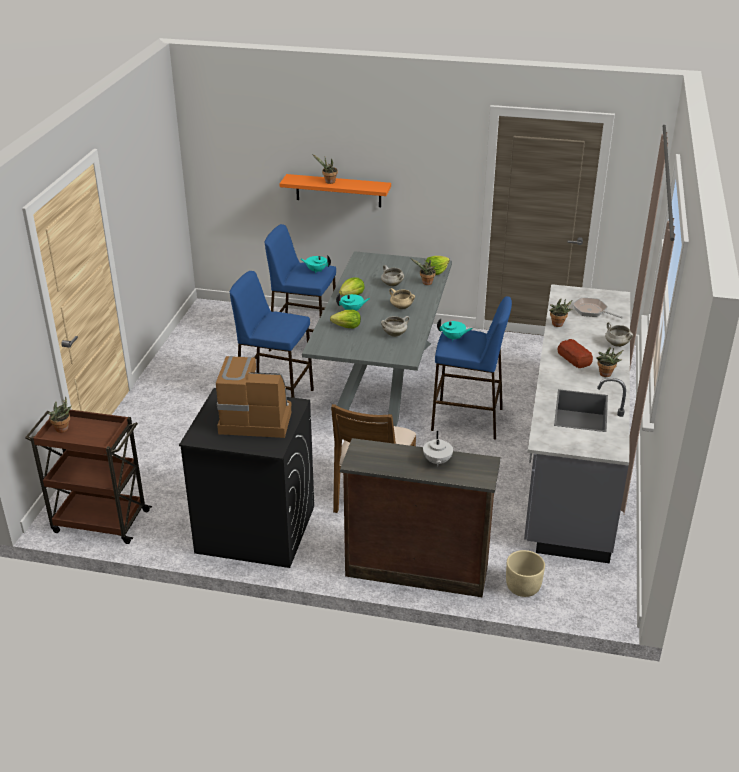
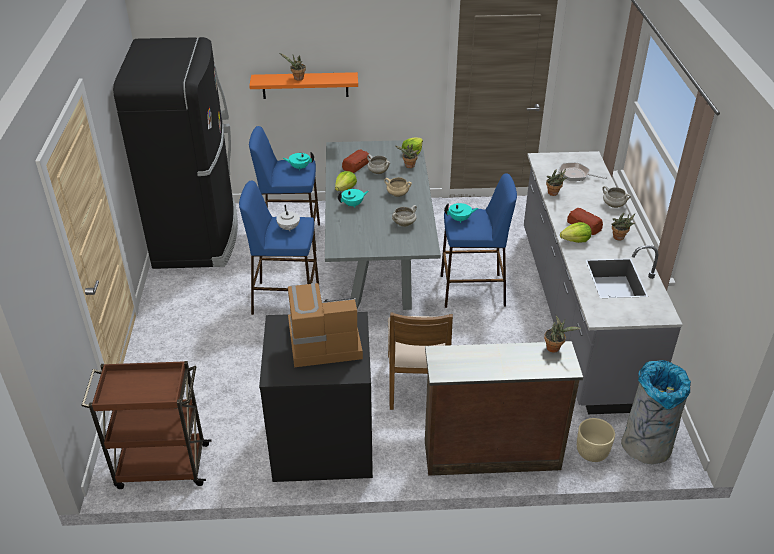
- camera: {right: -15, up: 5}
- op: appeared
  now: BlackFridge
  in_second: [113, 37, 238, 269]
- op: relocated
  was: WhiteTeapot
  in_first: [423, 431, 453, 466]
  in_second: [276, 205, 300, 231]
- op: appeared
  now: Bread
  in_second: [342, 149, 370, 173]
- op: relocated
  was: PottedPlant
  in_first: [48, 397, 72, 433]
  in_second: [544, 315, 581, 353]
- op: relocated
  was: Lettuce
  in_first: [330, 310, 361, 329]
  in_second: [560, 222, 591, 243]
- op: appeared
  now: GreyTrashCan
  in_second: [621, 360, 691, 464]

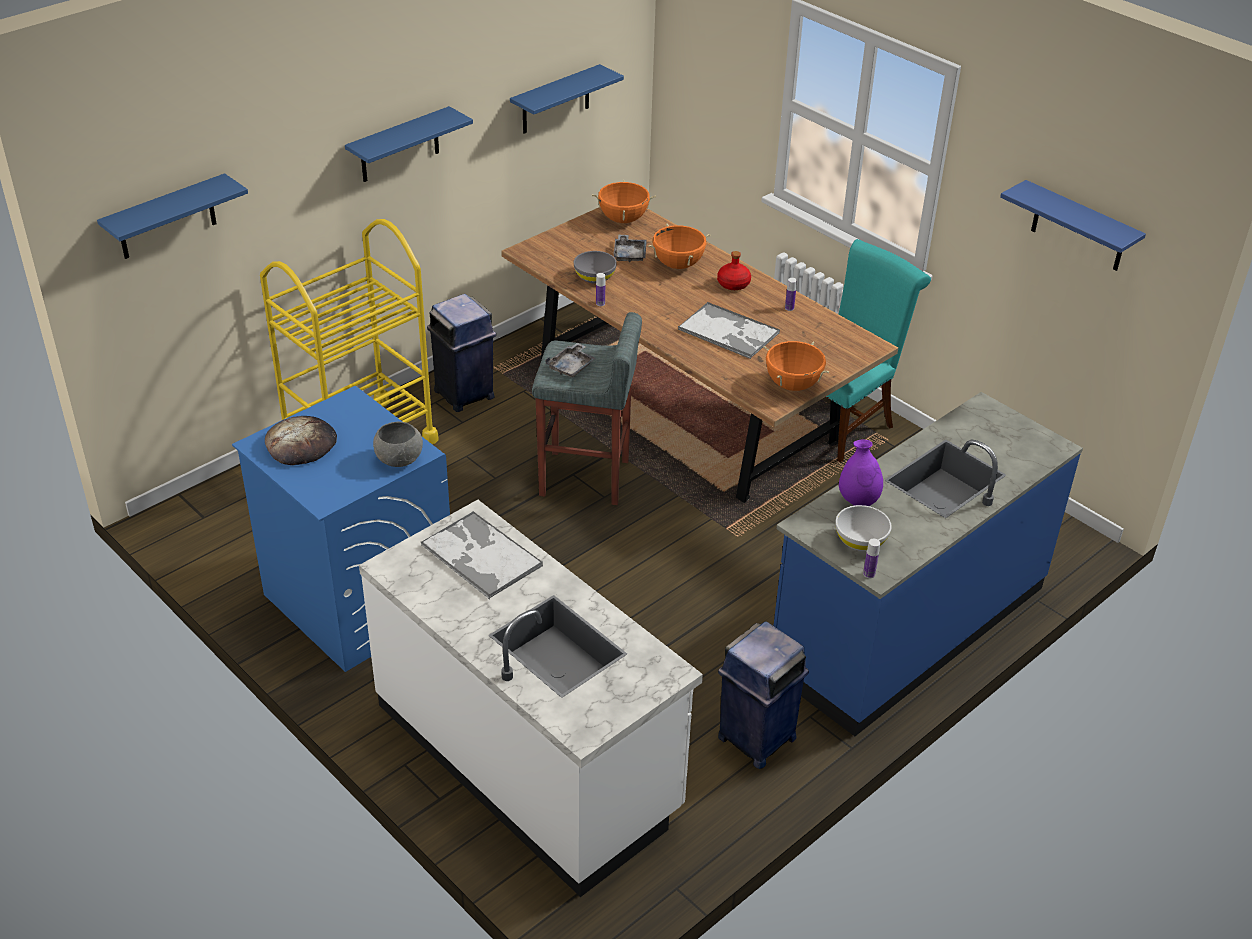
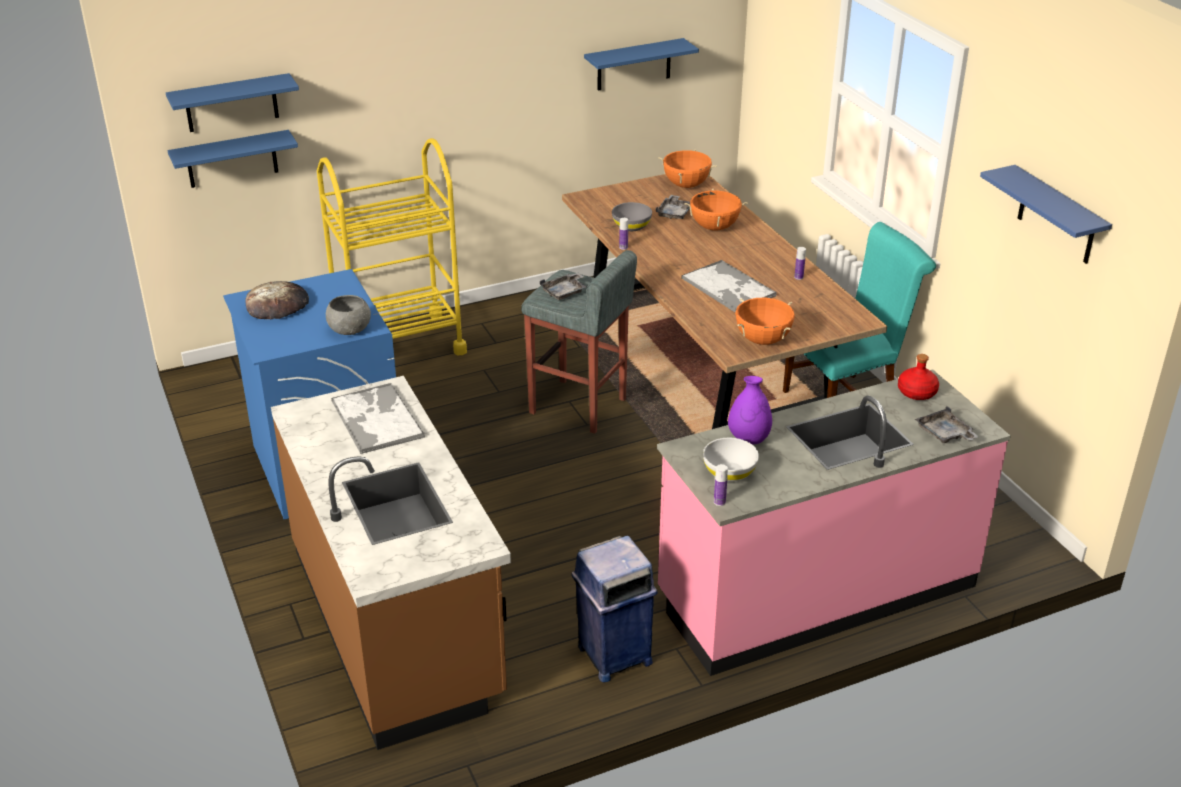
- camera: {right: 20, up: -5}
- op: relocated
  was: BlueShelf
  in_first: [345, 106, 473, 182]
  in_second: [168, 130, 298, 188]
- op: colour
  was: WhiteCounter
  now: BrownCounter
  in_first: [359, 500, 703, 897]
  in_second: [271, 376, 511, 750]
- op: colour
  was: BlueCounter
  now: PinkCounter
  in_first: [774, 392, 1083, 736]
  in_second: [657, 370, 1011, 676]
- op: relocated
  was: RedBottle
  in_first: [717, 251, 751, 290]
  in_second: [898, 354, 939, 400]
- op: appeared
  now: GreyTray
  in_second: [915, 406, 979, 443]
- op: missing
  was: BlueTrashCan
  in_first: [427, 294, 496, 412]

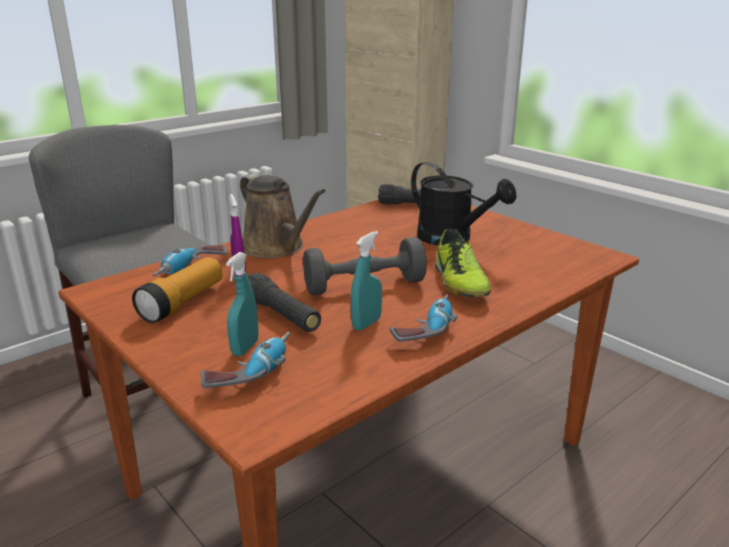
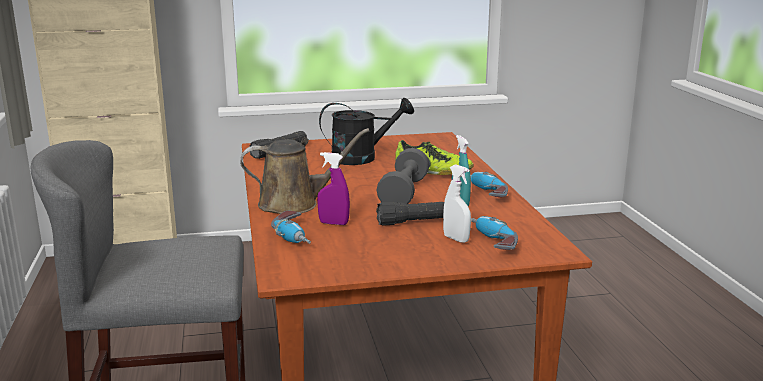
- camera: {right: -60, up: -5}
- op: colour
  was: TurquoiseSprayBottle
  now: WhiteSprayBottle
  in_first: [226, 252, 258, 356]
  in_second: [443, 164, 471, 243]
- op: missing
  was: Flashlight
  in_first: [132, 257, 222, 323]

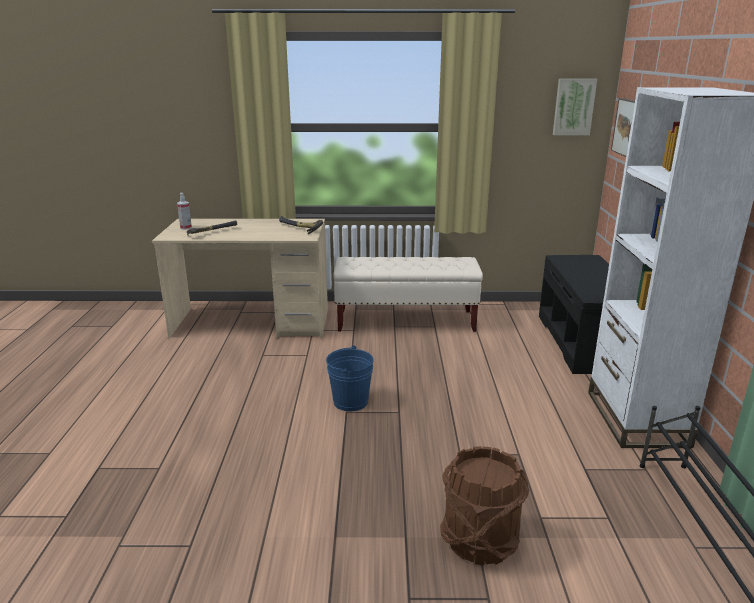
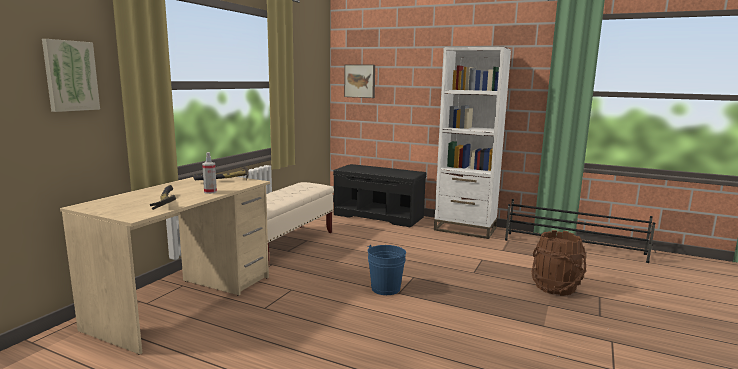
- camera: {right: -65, up: -10}
- op: relocated
  was: Picture
  in_first: [553, 79, 597, 135]
  in_second: [42, 39, 100, 112]
- op: relocated
  was: SprayBottle
  in_first: [177, 193, 192, 230]
  in_second: [202, 152, 217, 194]

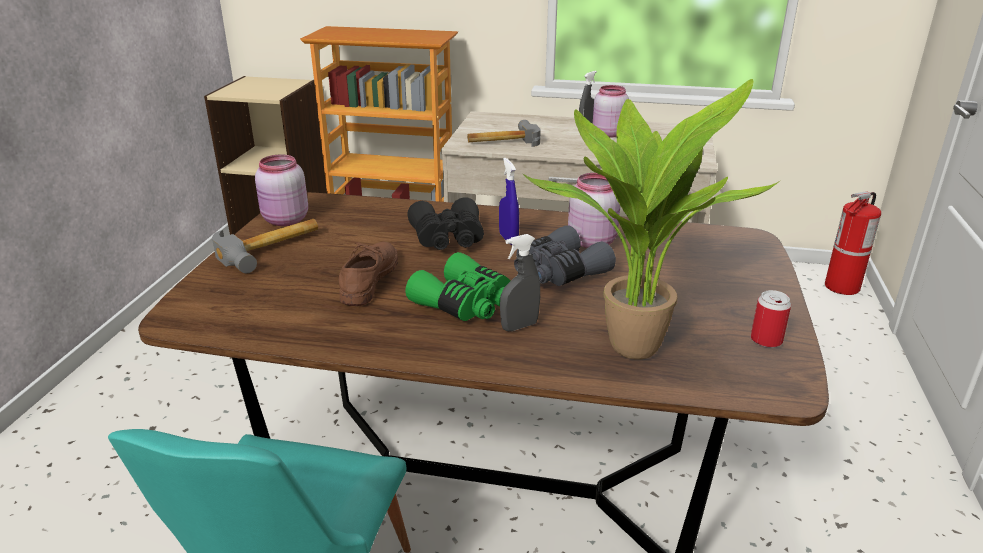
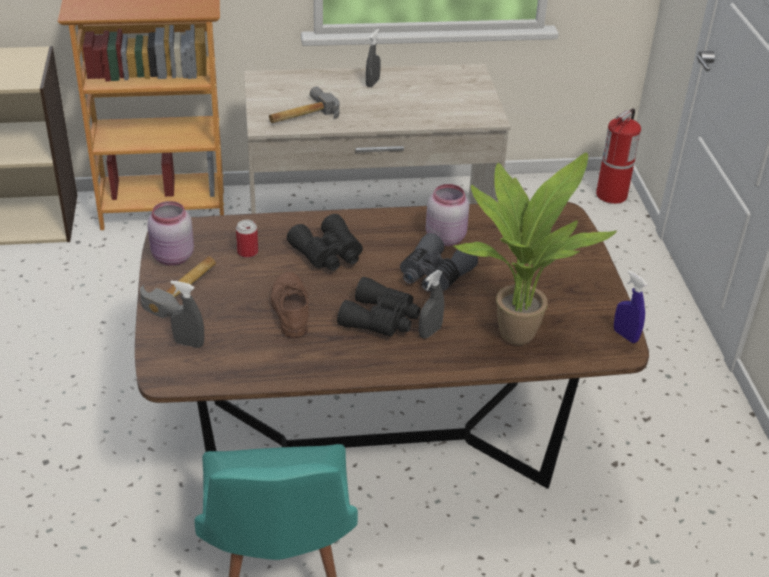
- camera: {right: -20, up: 10}
- op: appeared
  now: GreySprayBottle
  in_second: [170, 280, 204, 348]
- op: relocated
  was: Can
  in_first: [751, 290, 791, 348]
  in_second: [236, 220, 258, 258]
- op: colour
  was: GreenBinoculars
  now: BlackBinoculars
  in_first: [405, 252, 511, 321]
  in_second: [337, 277, 420, 337]
- op: relocated
  was: BlueSprayBottle
  in_first: [499, 158, 519, 245]
  in_second: [614, 270, 647, 343]
- op: missing
  was: PinkJar
  in_first: [593, 85, 629, 138]

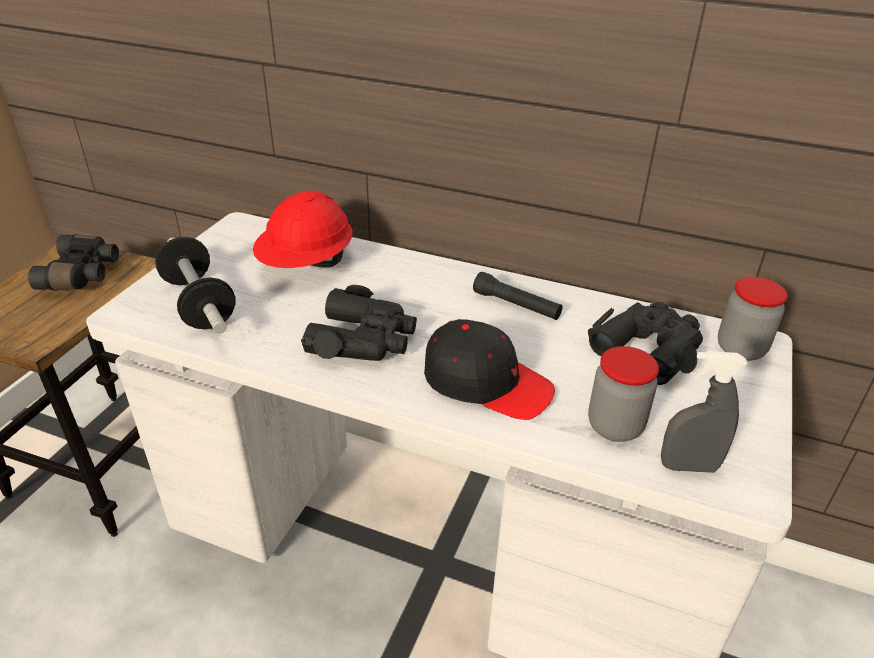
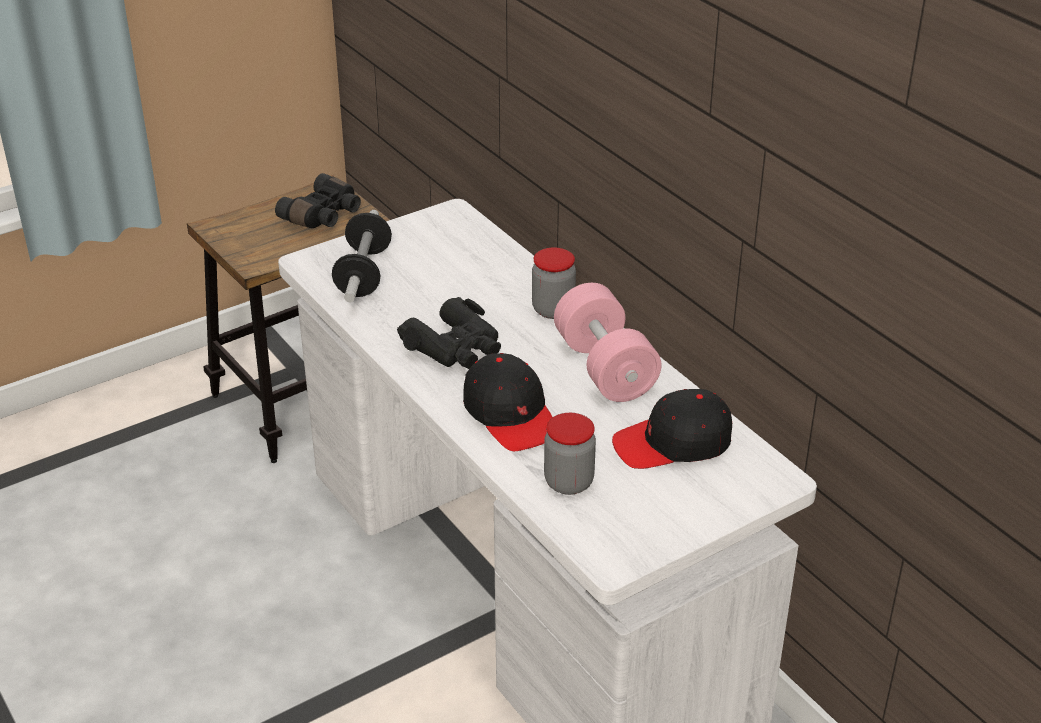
- camera: {right: 35, up: 0}
- op: relocated
  was: Jar
  in_first: [718, 277, 788, 361]
  in_second: [532, 248, 576, 319]
- op: exchanged
  was: BlackFlashlight
  now: PinkDumbbell
  in_first: [473, 272, 563, 320]
  in_second: [554, 283, 661, 402]
- op: exchanged
  was: BlackBinoculars
  now: BlackCap
  in_first: [588, 302, 703, 385]
  in_second: [612, 389, 732, 469]
- op: missing
  was: RedHardHat
  in_first: [253, 191, 353, 268]
- op: missing
  was: GreySprayBottle
  in_first: [661, 351, 748, 473]

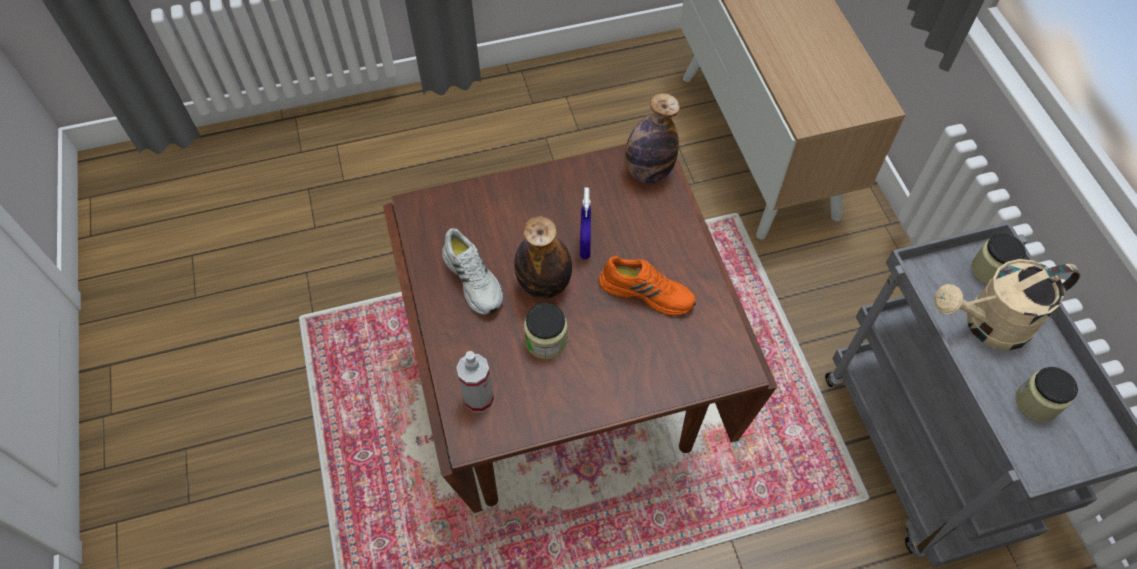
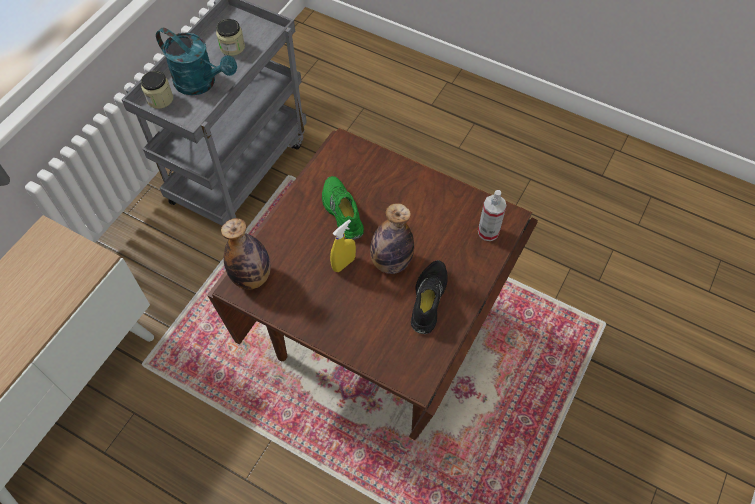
- camera: {right: -135, up: 0}
- op: colour
  was: BeigeWateringCan
  now: TurquoiseWateringCan
  in_first: [934, 259, 1081, 350]
  in_second: [156, 28, 237, 96]
- op: colour
  was: OrangeShoe
  now: GreenShoe
  in_first: [599, 256, 696, 316]
  in_second: [322, 176, 364, 240]
- op: colour
  was: BlueSprayBottle
  now: YellowSprayBottle
  in_first: [580, 188, 591, 259]
  in_second: [330, 219, 356, 272]
- op: colour
  was: WhiteShoe
  now: BlackShoe
  in_first: [442, 228, 503, 315]
  in_second: [411, 260, 448, 334]
- op: missing
  was: Jar
  in_first: [524, 303, 568, 359]

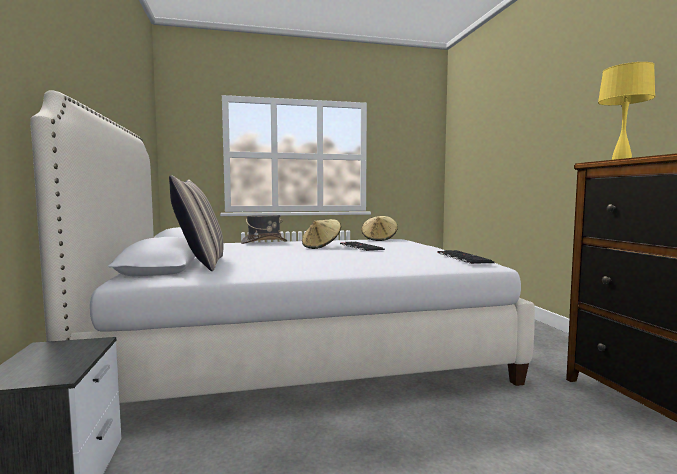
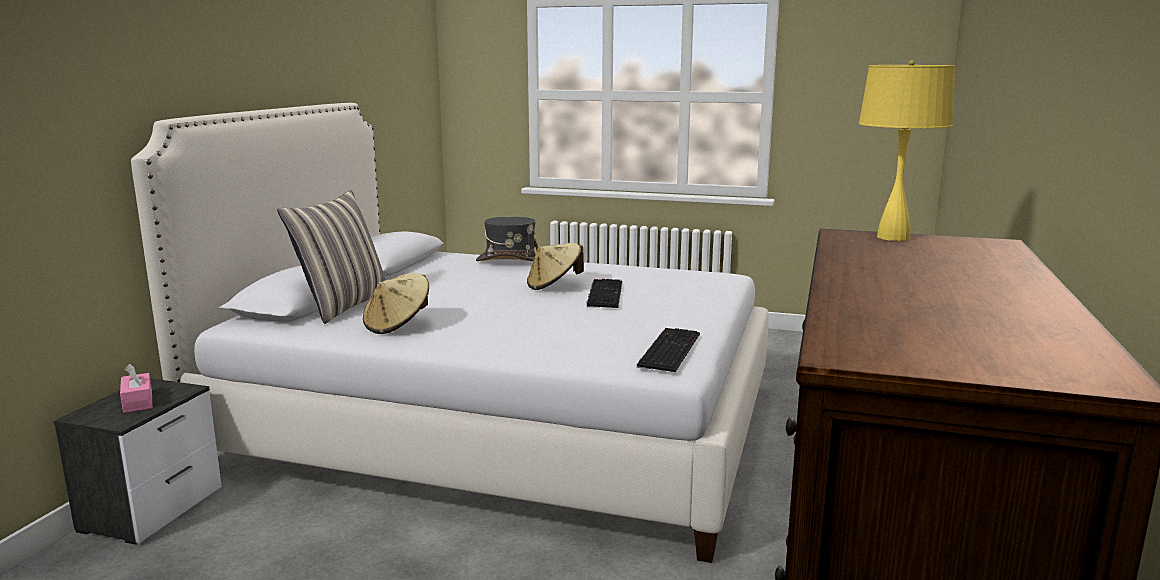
- camera: {right: 30, up: 10}
- op: appeared
  now: PinkTissueBox
  in_second: [120, 364, 152, 413]
- op: relocated
  was: BeigeHat
  in_first: [361, 216, 398, 241]
  in_second: [363, 273, 429, 334]

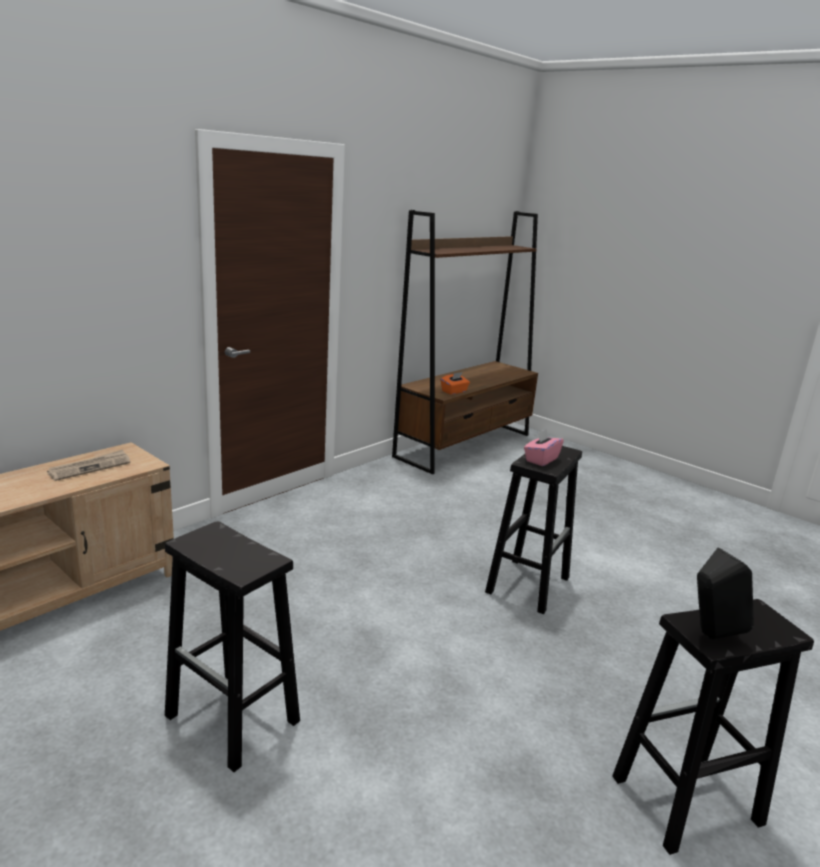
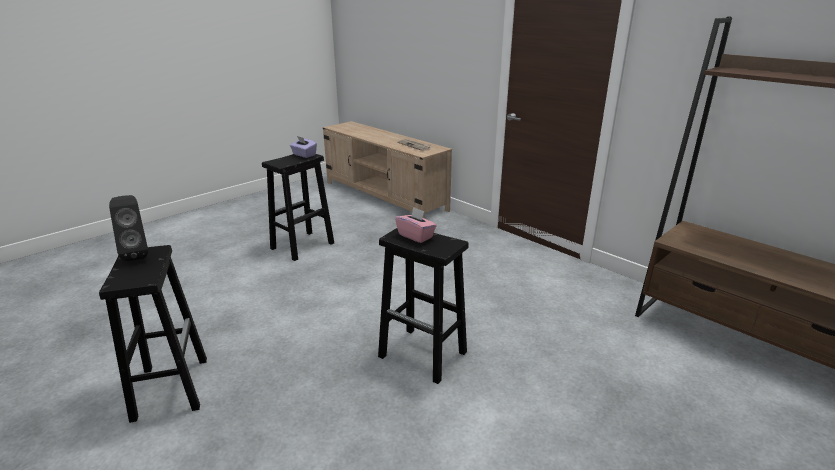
- camera: {right: 95, up: 5}
- op: appeared
  now: PurpleTissueBox
  in_second: [290, 136, 317, 158]
- op: missing
  was: OrangeTissueBox
  in_first: [441, 372, 470, 395]

